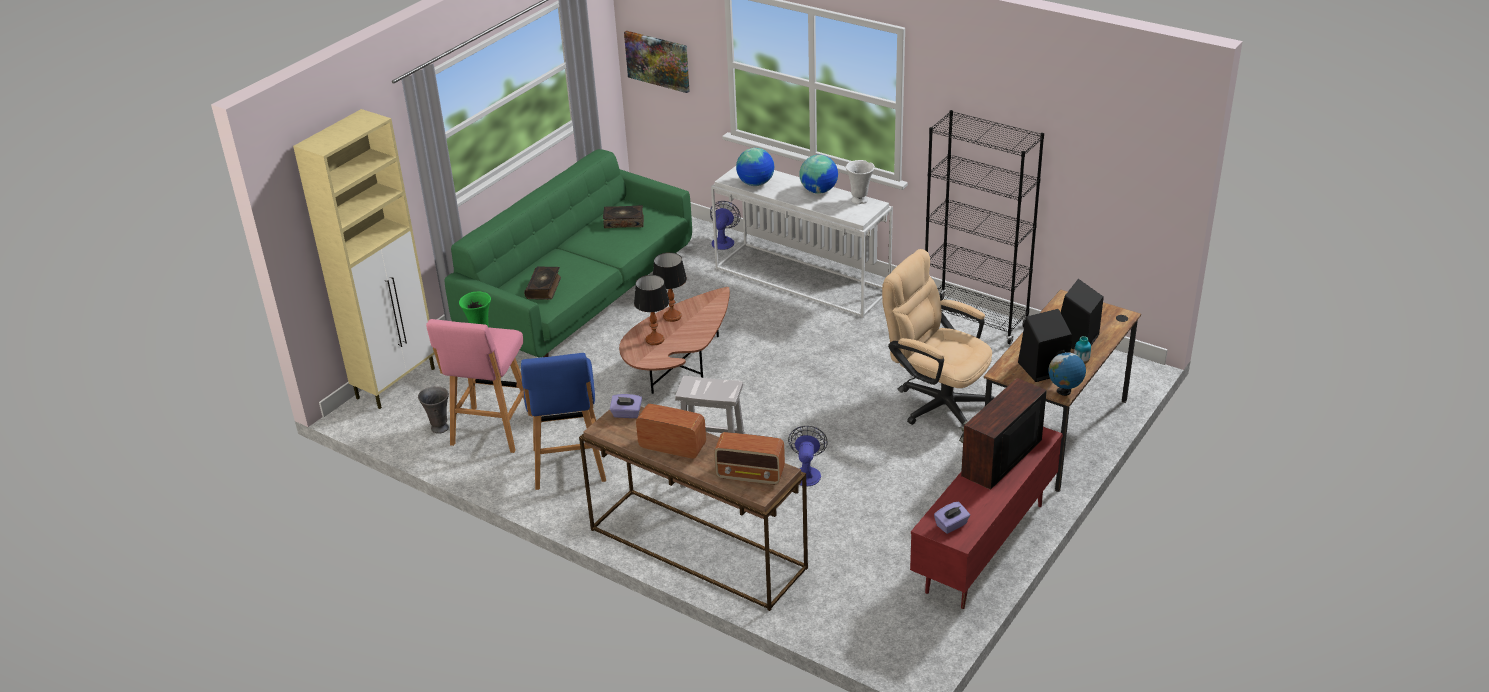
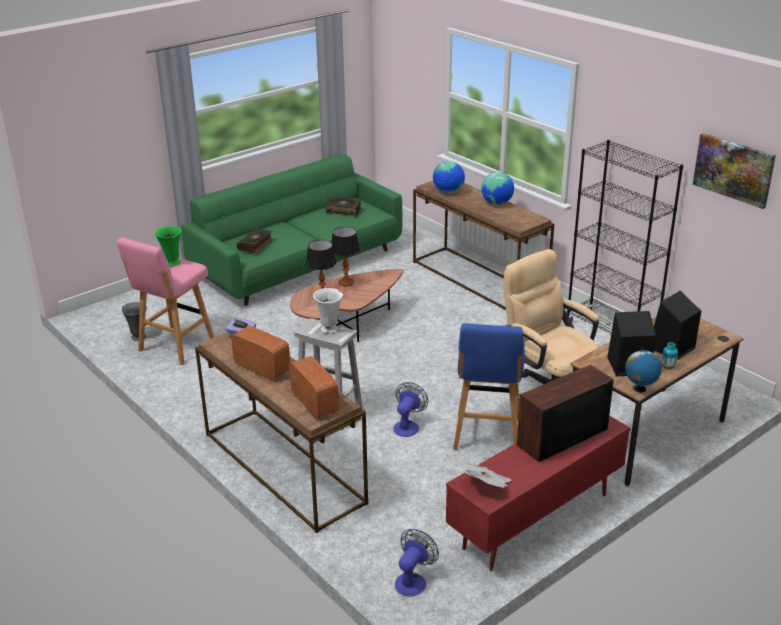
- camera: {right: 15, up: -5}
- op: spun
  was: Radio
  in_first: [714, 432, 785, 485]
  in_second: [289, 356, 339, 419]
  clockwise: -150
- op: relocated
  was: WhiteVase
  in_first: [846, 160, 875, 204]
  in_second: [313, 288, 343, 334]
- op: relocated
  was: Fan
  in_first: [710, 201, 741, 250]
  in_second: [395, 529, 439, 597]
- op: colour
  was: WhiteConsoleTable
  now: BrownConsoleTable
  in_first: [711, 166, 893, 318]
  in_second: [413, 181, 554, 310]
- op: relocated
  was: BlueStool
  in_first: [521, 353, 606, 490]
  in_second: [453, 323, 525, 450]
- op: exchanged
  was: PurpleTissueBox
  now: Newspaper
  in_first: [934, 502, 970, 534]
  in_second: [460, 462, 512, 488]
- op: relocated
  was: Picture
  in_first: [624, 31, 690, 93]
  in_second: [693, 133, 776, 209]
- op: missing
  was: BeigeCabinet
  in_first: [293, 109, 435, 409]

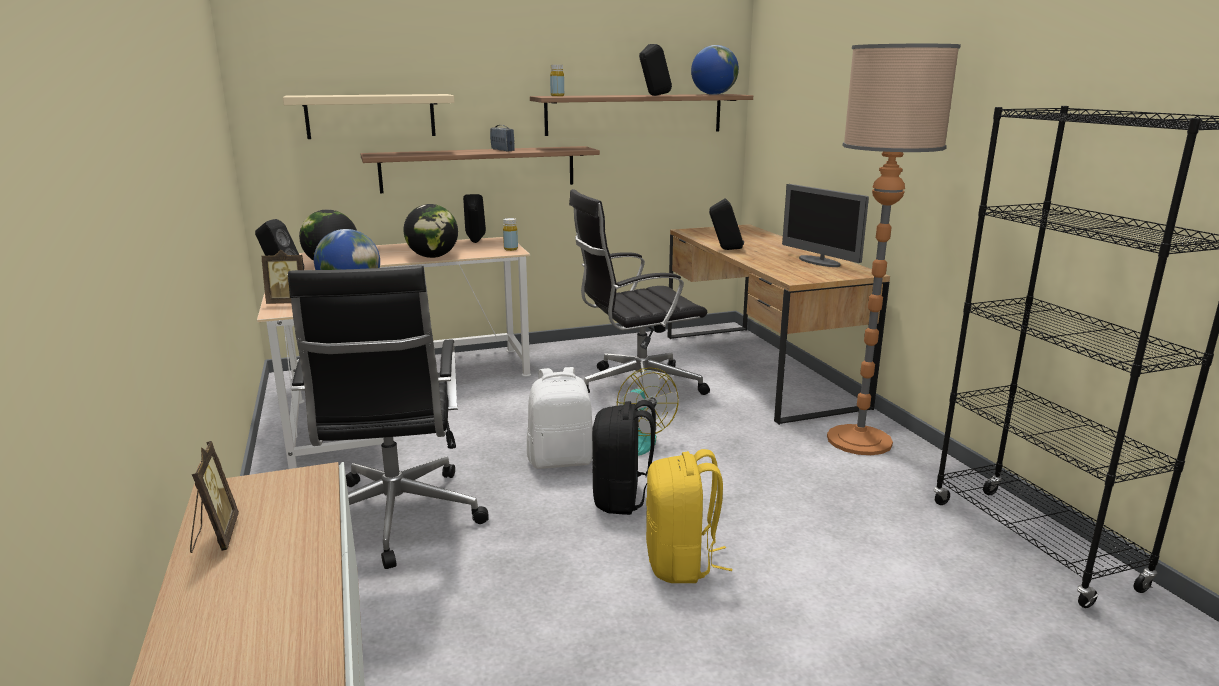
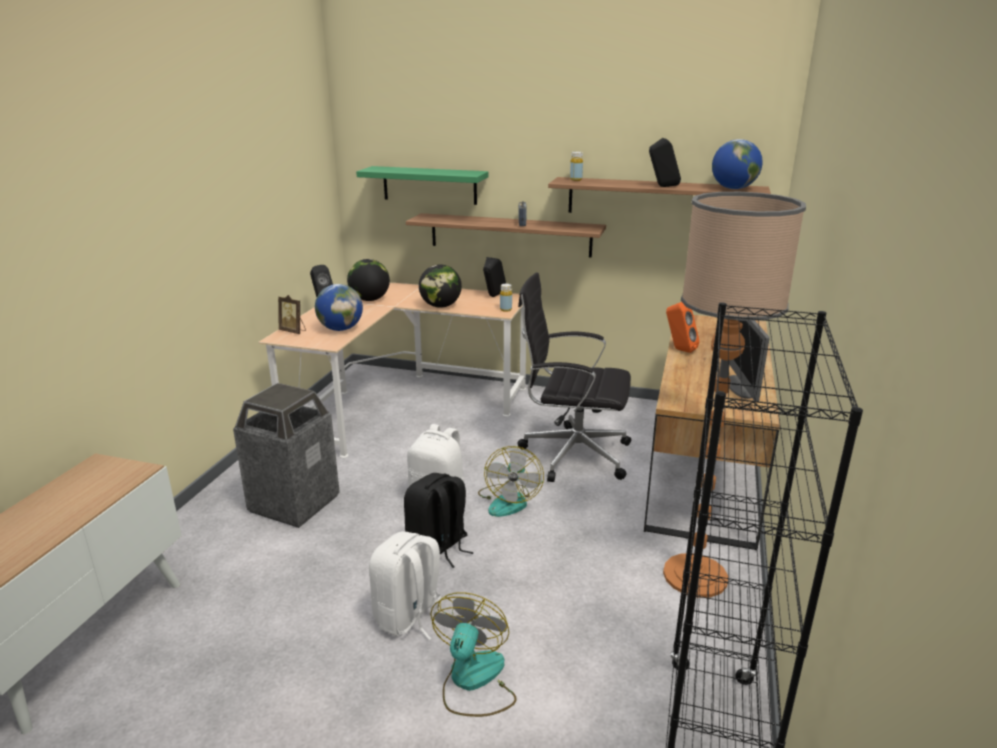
- camera: {right: 35, up: 5}
- op: exchanged
  was: BlackOfficeChair
  now: TrashCan
  in_first: [287, 266, 489, 569]
  in_second: [233, 383, 340, 528]
- op: colour
  was: BeigeShelf
  now: GreenShelf
  in_first: [283, 94, 455, 139]
  in_second: [356, 166, 489, 205]
- op: colour
  was: YellowBackpack
  now: WhiteBackpack
  in_first: [646, 449, 732, 583]
  in_second: [369, 531, 442, 640]
- op: appeared
  now: Fan
  in_second: [431, 592, 517, 717]
- op: colour
  was: BlackSpeaker
  now: OrangeSpeaker
  in_first: [709, 198, 744, 250]
  in_second: [666, 302, 700, 353]
- op: missing
  was: PictureFrame
  in_first: [190, 441, 239, 553]

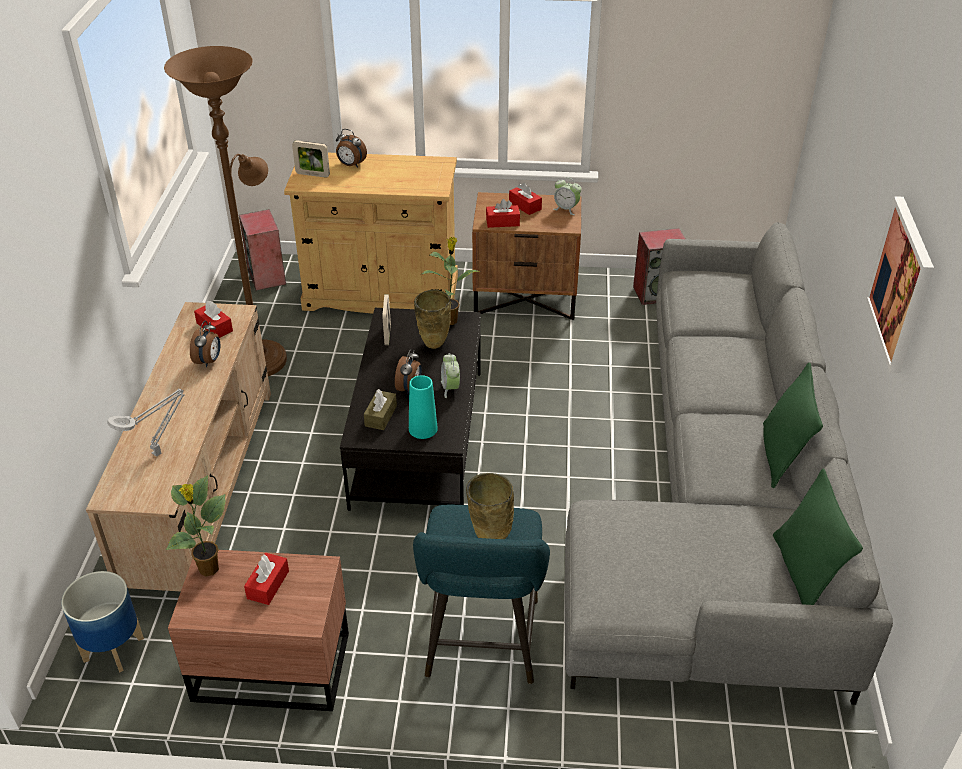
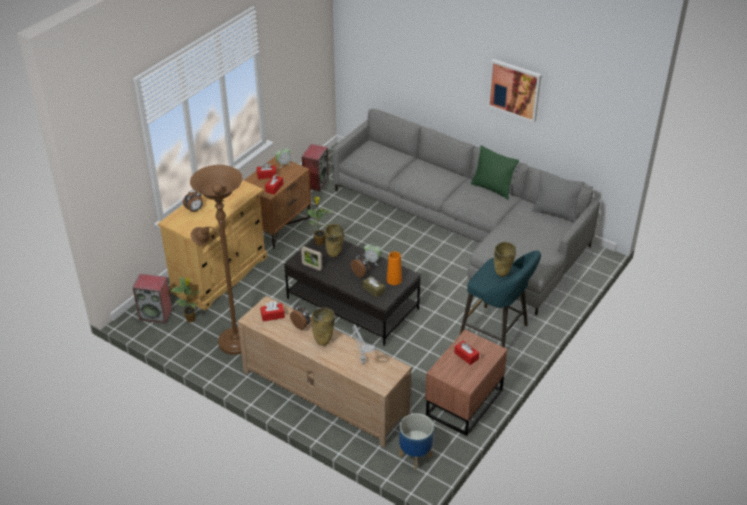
- camera: {right: -60, up: 0}
- op: relocated
  was: PottedPlant
  in_first: [166, 475, 226, 576]
  in_second: [171, 277, 202, 323]
- op: appeared
  now: BeigeVase
  in_second: [312, 308, 335, 346]
- op: colour
  was: TurquoiseVase
  now: OrangeVase
  in_first: [409, 375, 438, 439]
  in_second: [387, 252, 402, 285]
- op: colour
  was: GreenPillow
  now: GreyPillow
  in_first: [773, 468, 863, 605]
  in_second: [532, 171, 584, 223]
- op: missing
  was: PictureFrame
  in_first: [292, 140, 330, 178]

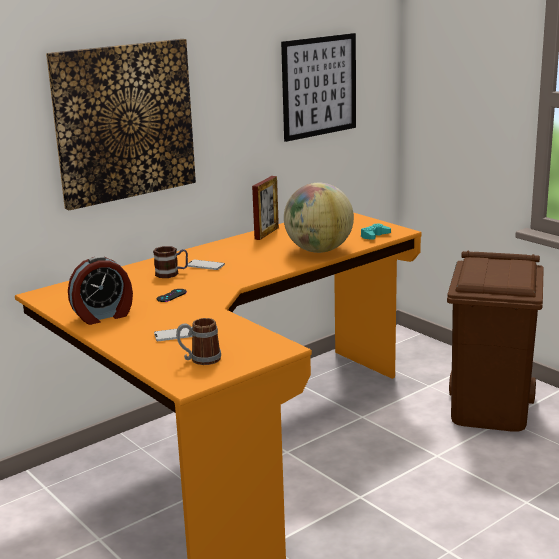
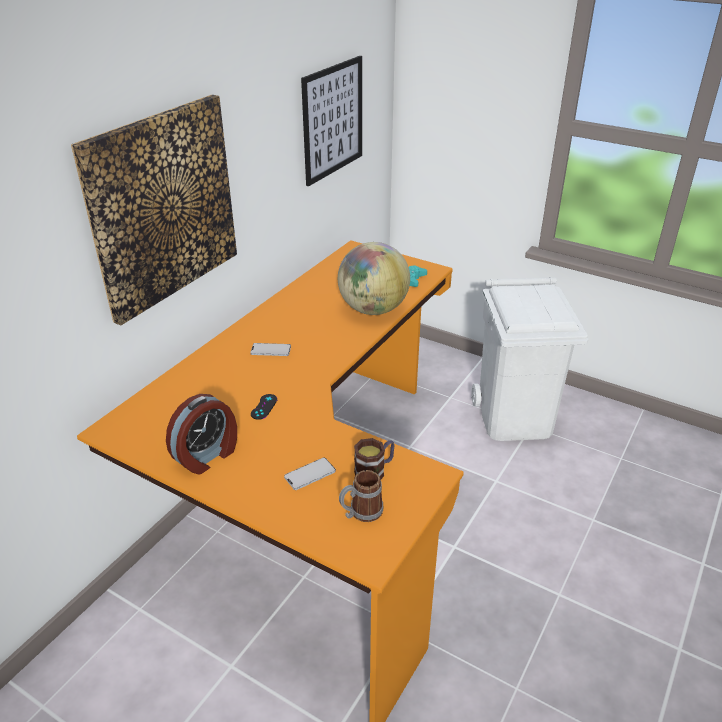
- camera: {right: -20, up: 15}
- op: relocated
  was: Mug
  in_first: [153, 246, 188, 278]
  in_second: [354, 438, 395, 480]
- op: colour
  was: BrownTrashCan
  now: WhiteTrashCan
  in_first: [447, 250, 544, 432]
  in_second: [472, 277, 588, 441]
- op: missing
  was: PictureFrame
  in_first: [252, 176, 279, 240]

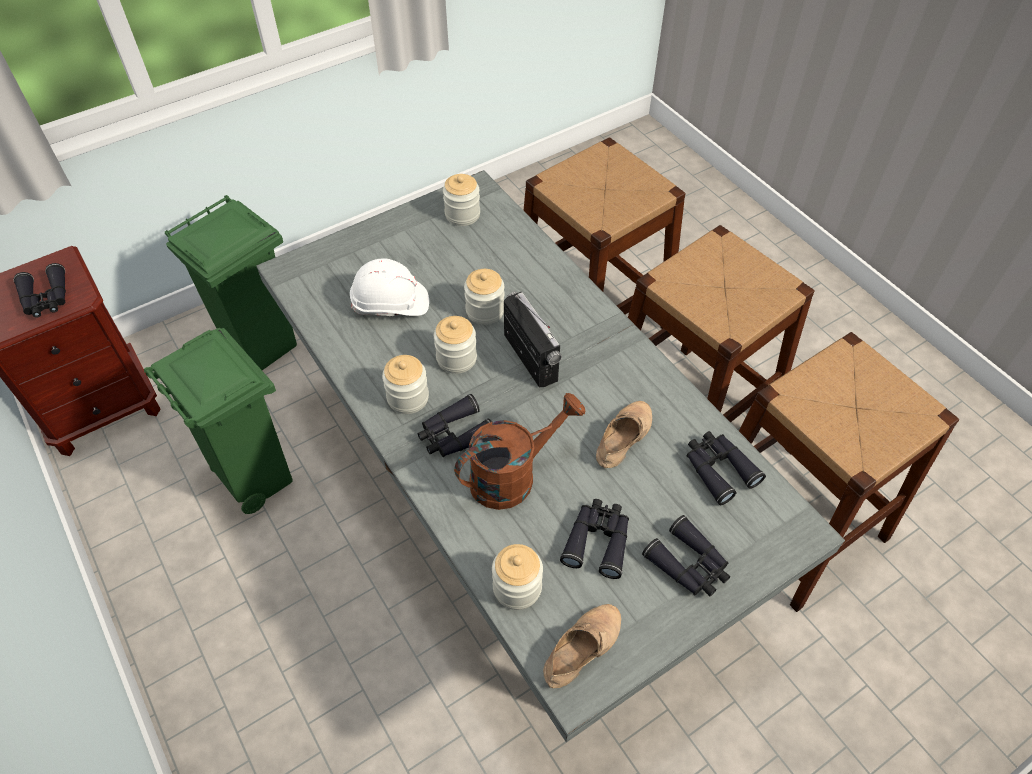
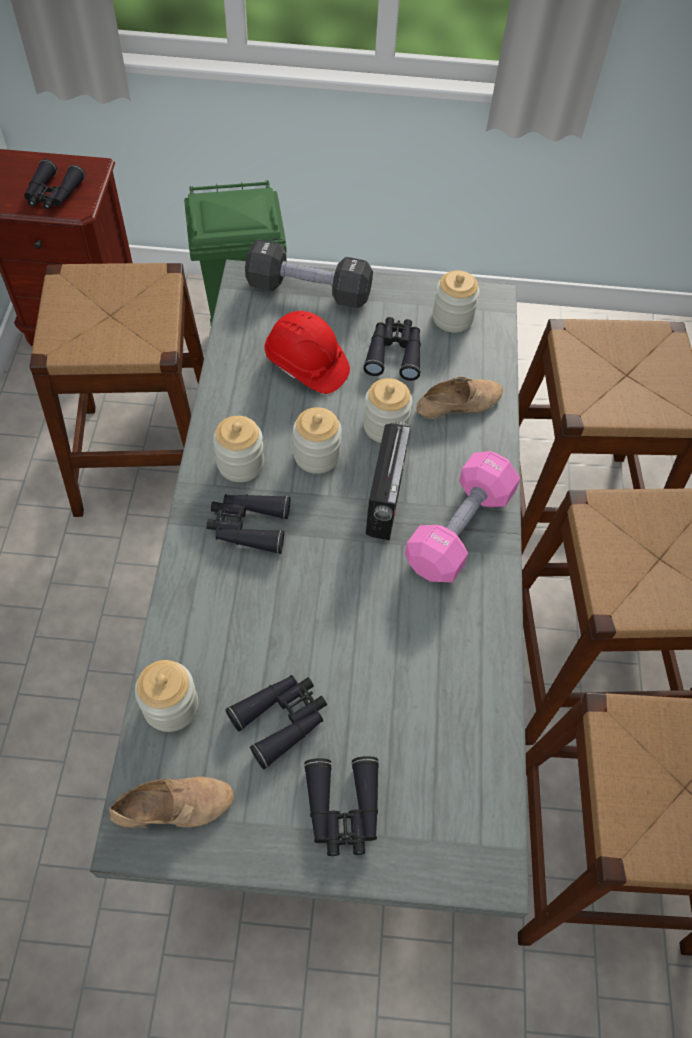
- camera: {right: 35, up: 5}
- op: exchanged
  was: GreenTrashCan
  now: BrownStool
  in_first: [144, 328, 293, 514]
  in_second: [30, 263, 204, 517]
- op: appeared
  now: BlackDumbbell
  in_second: [245, 239, 373, 308]
- op: colour
  was: WhiteHardHat
  now: RedHardHat
  in_first: [350, 259, 429, 317]
  in_second: [264, 311, 350, 394]
- op: relocated
  was: BlackBinoculars
  in_first: [687, 431, 766, 505]
  in_second: [363, 317, 421, 381]
- op: appeared
  now: PinkDumbbell
  in_second: [405, 451, 520, 582]
- op: relocated
  was: BeigeShoe
  in_first: [596, 401, 652, 468]
  in_second: [416, 377, 503, 419]
- op: missing
  was: BrownWateringCan
  in_first: [454, 393, 586, 510]

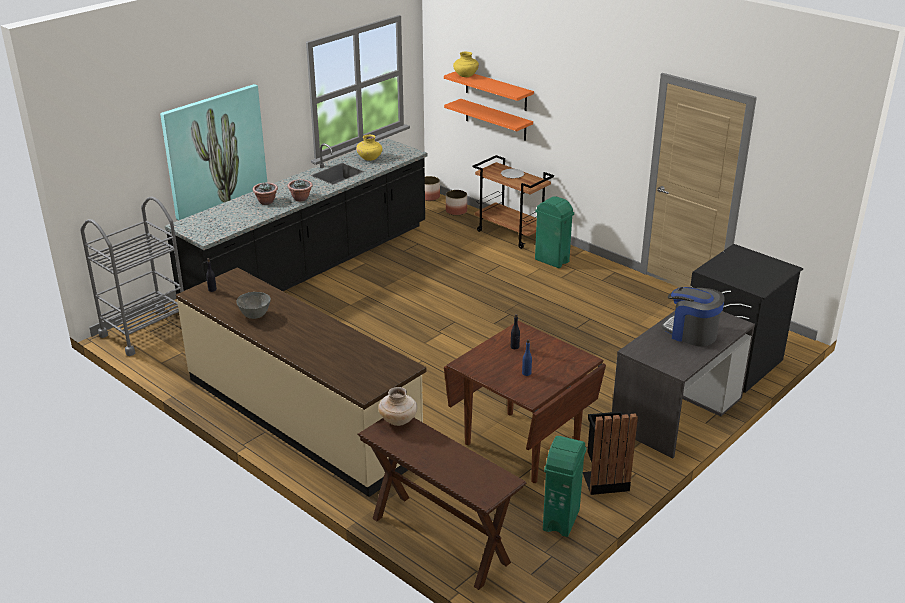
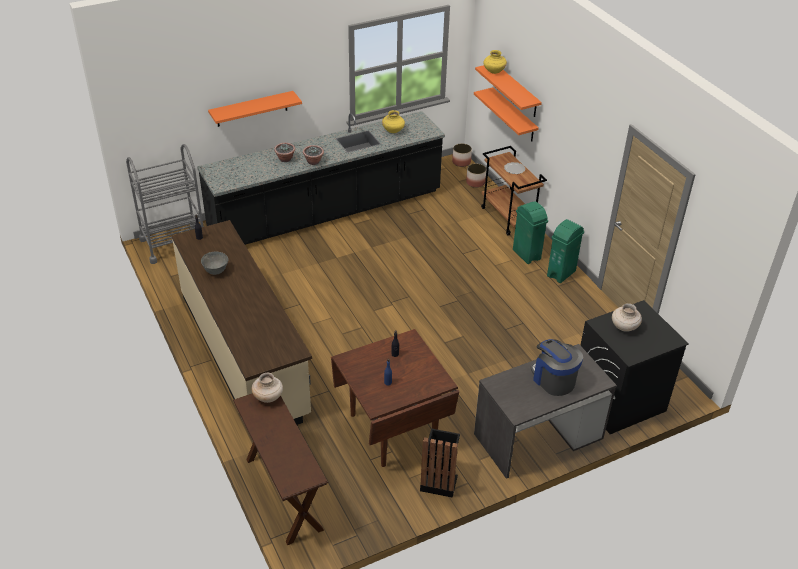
- camera: {right: 20, up: 10}
- op: exchanged
  was: Picture
  now: OrangeShelf
  in_first: [160, 84, 267, 220]
  in_second: [208, 91, 302, 127]
- op: relocated
  was: GreenTrashCan
  in_first: [543, 436, 586, 537]
  in_second: [547, 219, 584, 283]
- op: appeared
  now: BeigeVase
  in_second: [612, 303, 642, 332]

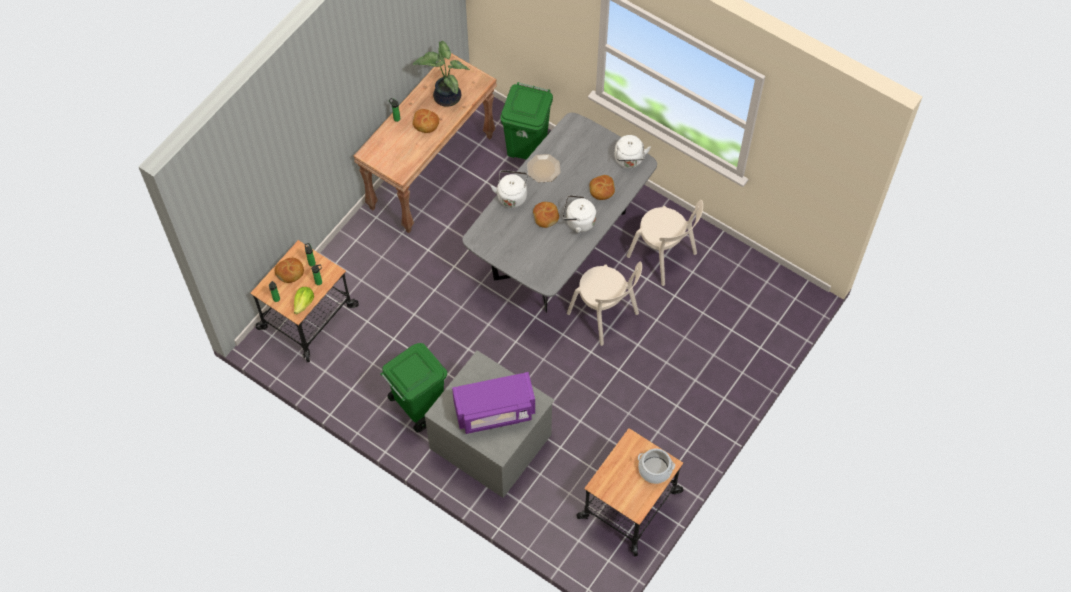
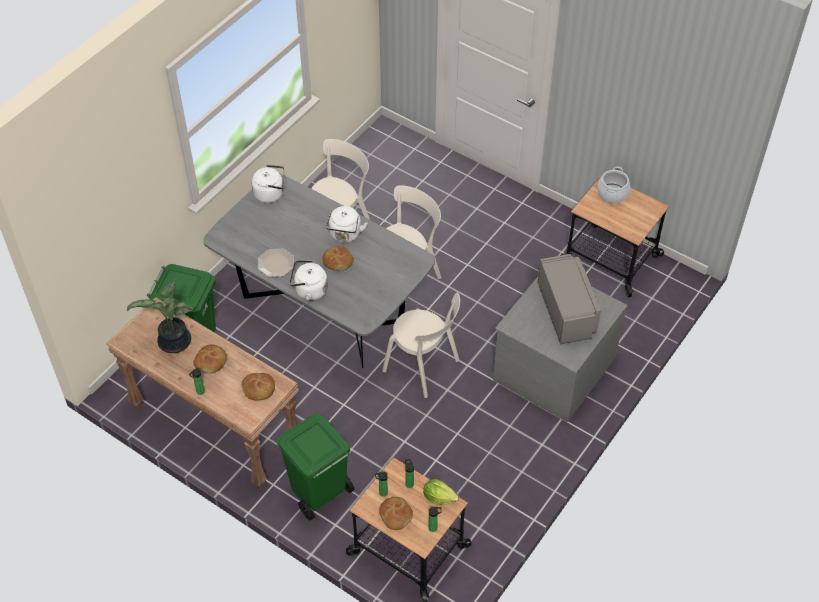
- camera: {right: -90, up: -10}
- op: relocated
  was: Bread
  in_first: [590, 175, 615, 200]
  in_second: [242, 373, 275, 401]
- op: relocated
  was: GreenTrashCan
  in_first: [380, 343, 447, 432]
  in_second: [277, 414, 354, 520]
- op: appeared
  now: BeigeChair
  in_second: [382, 293, 460, 398]
- op: colour
  was: PurpleMicrowave
  now: GreyMicrowave
  in_first: [452, 372, 535, 434]
  in_second: [537, 254, 601, 344]

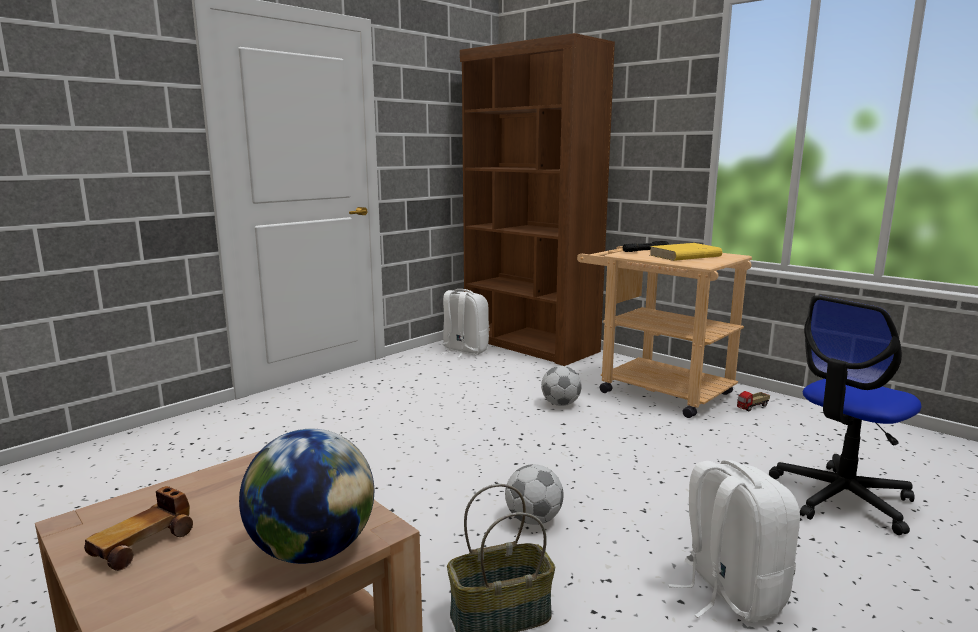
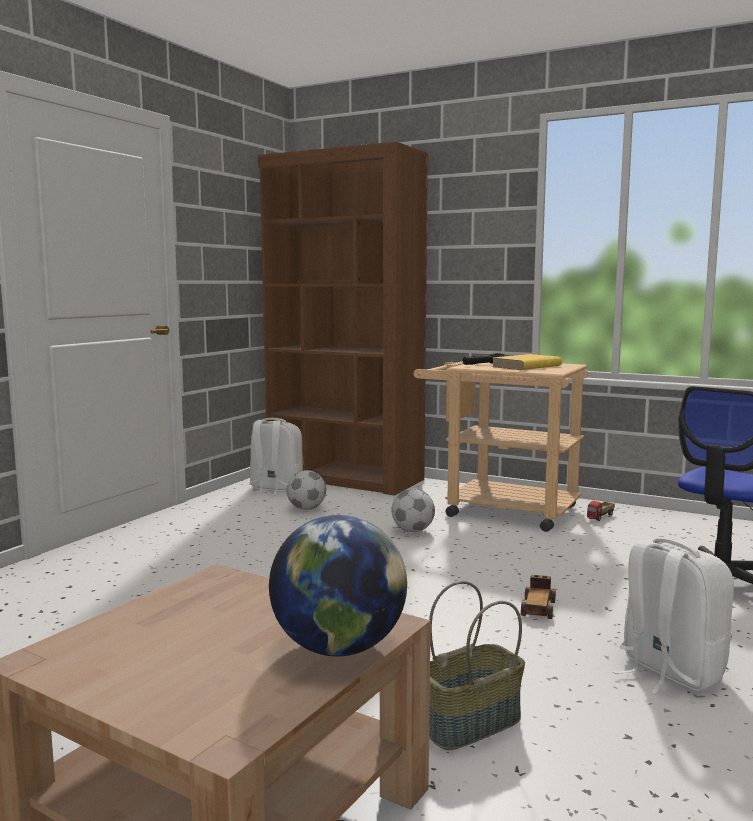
- camera: {right: -15, up: -5}
- op: relocated
  was: Football
  in_first: [505, 464, 564, 525]
  in_second: [287, 470, 326, 510]
- op: relocated
  was: ToyCar
  in_first: [84, 486, 193, 571]
  in_second: [521, 575, 556, 619]

